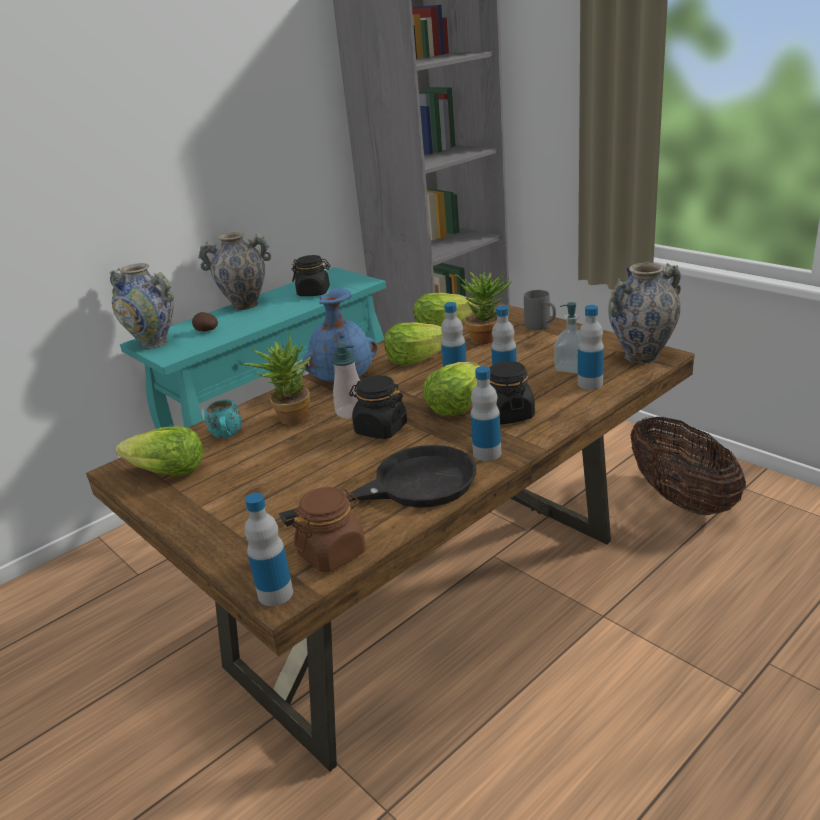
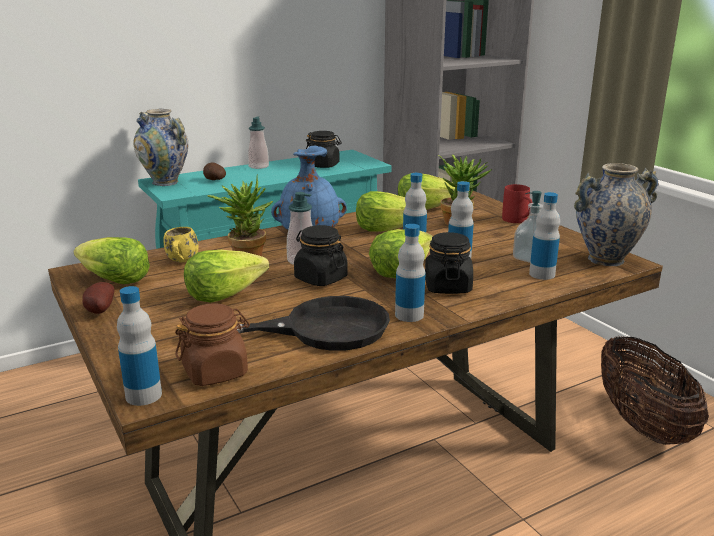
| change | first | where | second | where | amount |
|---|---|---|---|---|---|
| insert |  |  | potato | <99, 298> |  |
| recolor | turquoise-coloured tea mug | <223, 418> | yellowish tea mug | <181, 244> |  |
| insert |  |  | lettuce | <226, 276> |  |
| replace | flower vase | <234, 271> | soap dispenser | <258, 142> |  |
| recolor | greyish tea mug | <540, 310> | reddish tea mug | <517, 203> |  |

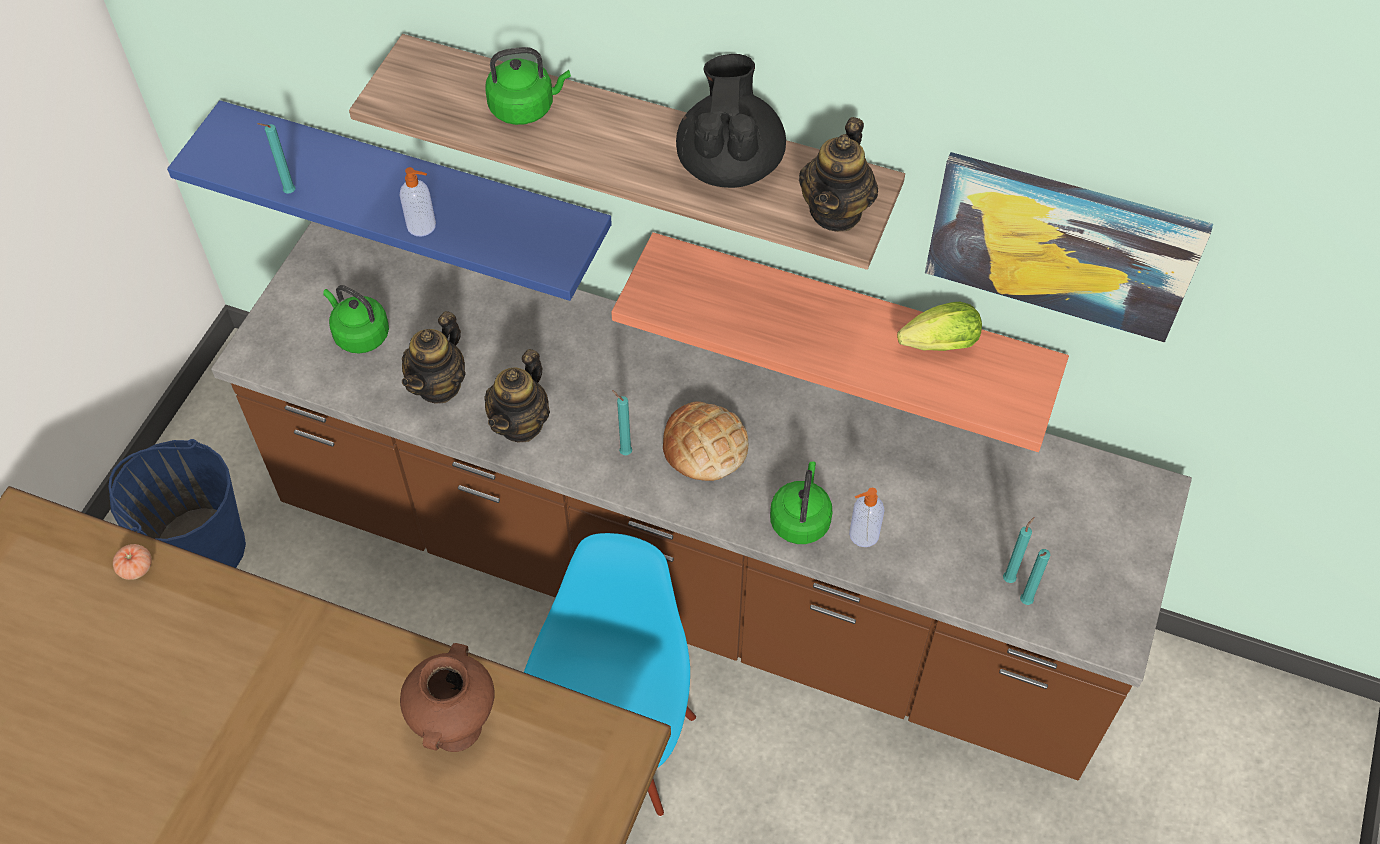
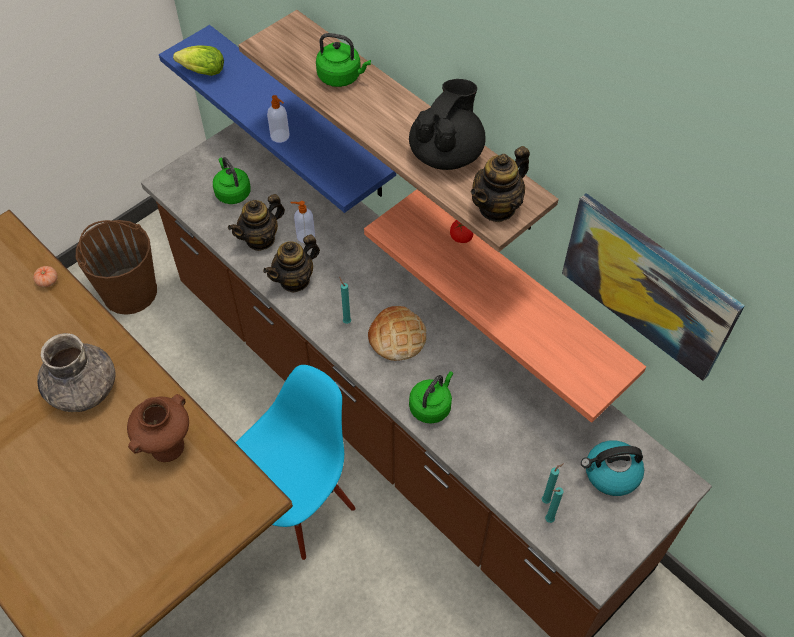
| change | first | where | second | where | amount |
|---|---|---|---|---|---|
| insert |  |  | greyish flower vase | <76, 372> |  |
| recolor | blue-coloured pail | <177, 503> | brown-coloured pail | <116, 267> |  |
| move | lettuce | <939, 326> |  | <198, 60> |  |
| move | soap dispenser | <867, 517> |  | <303, 222> |  |
| insert |  |  | fresh tomato | <461, 231> |  |
| insert |  |  | tea kettle | <612, 468> |  |
| delete | turquoise-coloured wax light | <276, 158> |  |  |  |

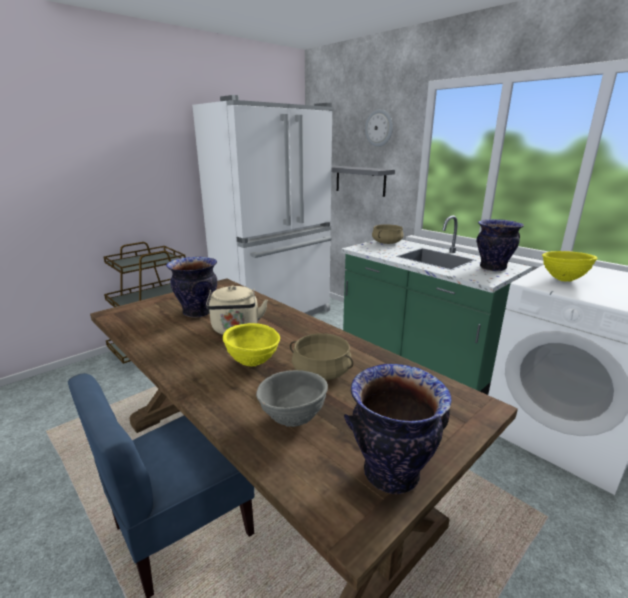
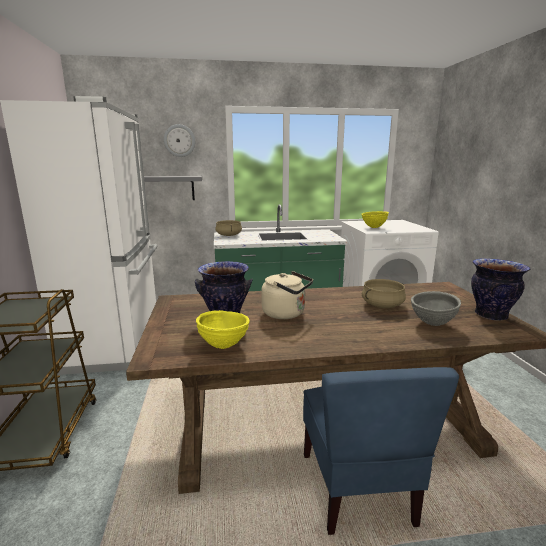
| change | first | where | second | where | amount |
|---|---|---|---|---|---|
| move | yellowish bowl | <251, 344> |  | <223, 329> |  |
| delete | flower vase | <500, 245> |  |  |  |

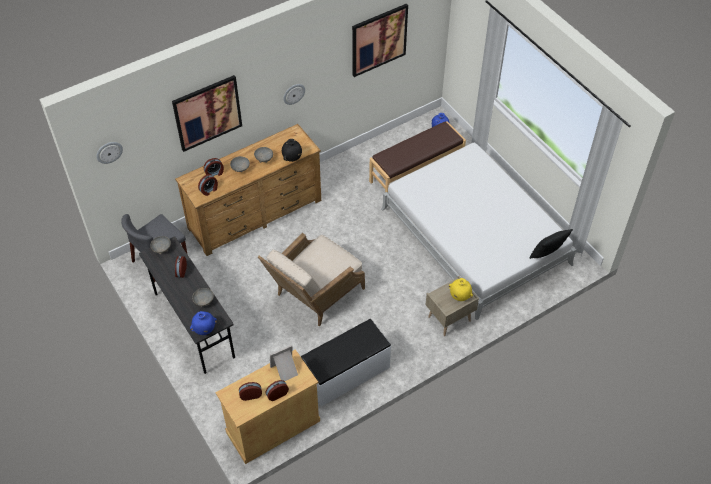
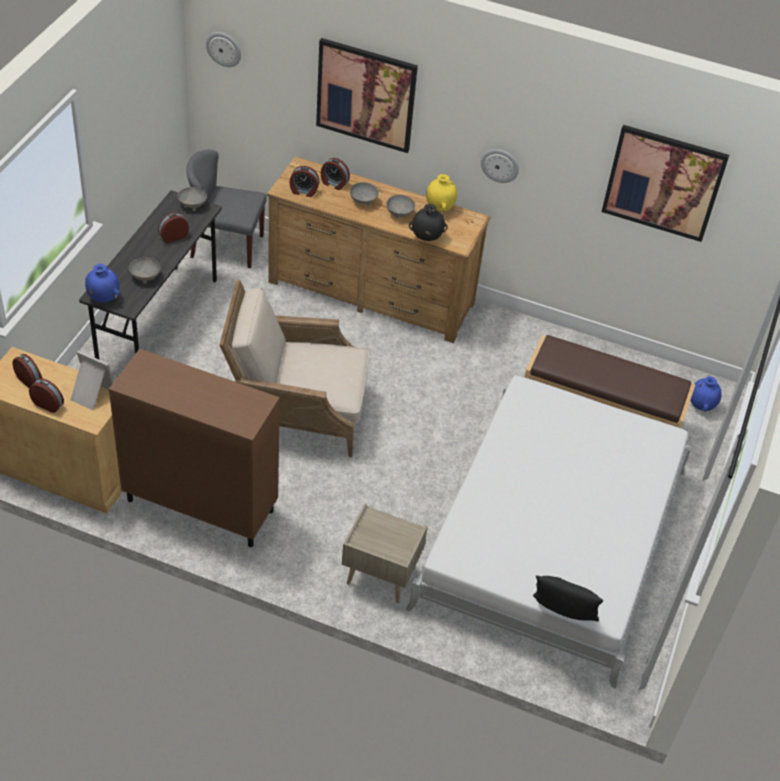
| change | first | where | second | where | amount |
|---|---|---|---|---|---|
| replace | whitish bench | <346, 363> | brown-coloured storage cabinet | <194, 448> |  |
| move | yellowish flower vase | <461, 289> |  | <441, 192> |  |

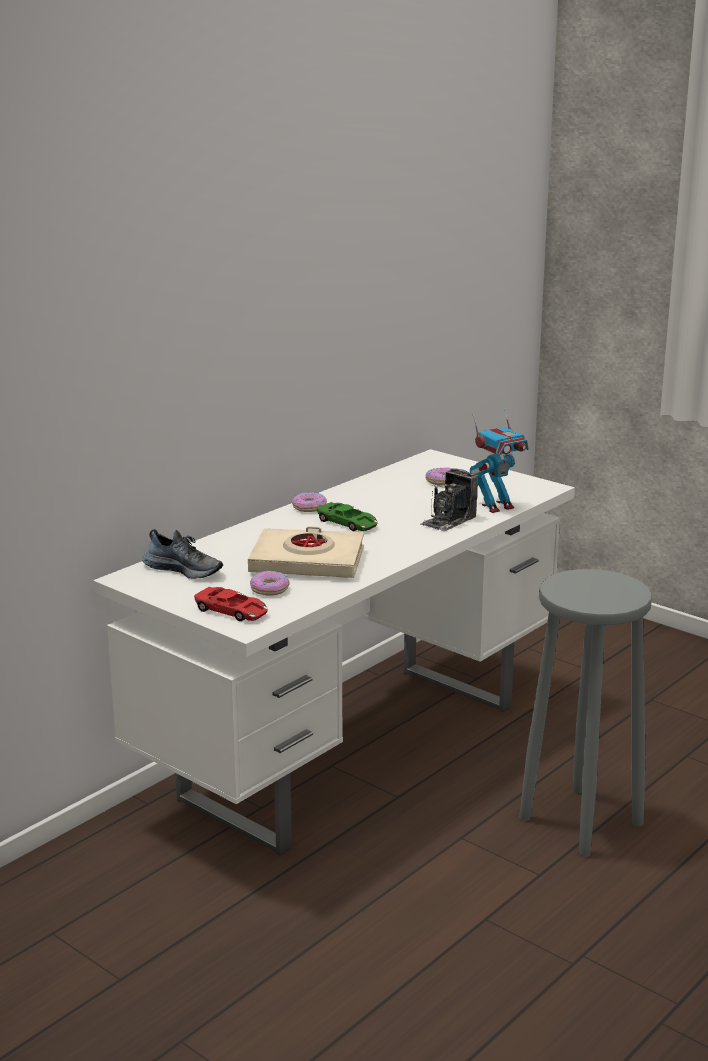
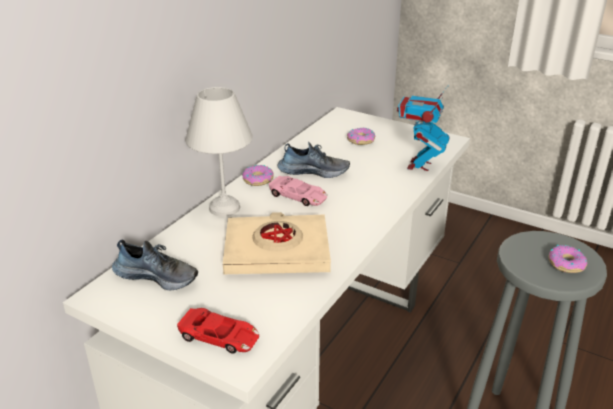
| change | first | where | second | where | amount |
|---|---|---|---|---|---|
| insert |  |  | whitish lamp for a table | <219, 152> |  |
| recolor | greenish model car | <347, 516> | pink-coloured model car | <298, 191> |  |
| insert |  |  | low shoe | <314, 160> |  |
| rotate | robot figure | <499, 460> |  | <423, 128> | 150 degrees clockwise |
| move | ring doughnut | <270, 582> |  | <568, 259> |  |
| delete | photo camera | <449, 499> |  |  |  |

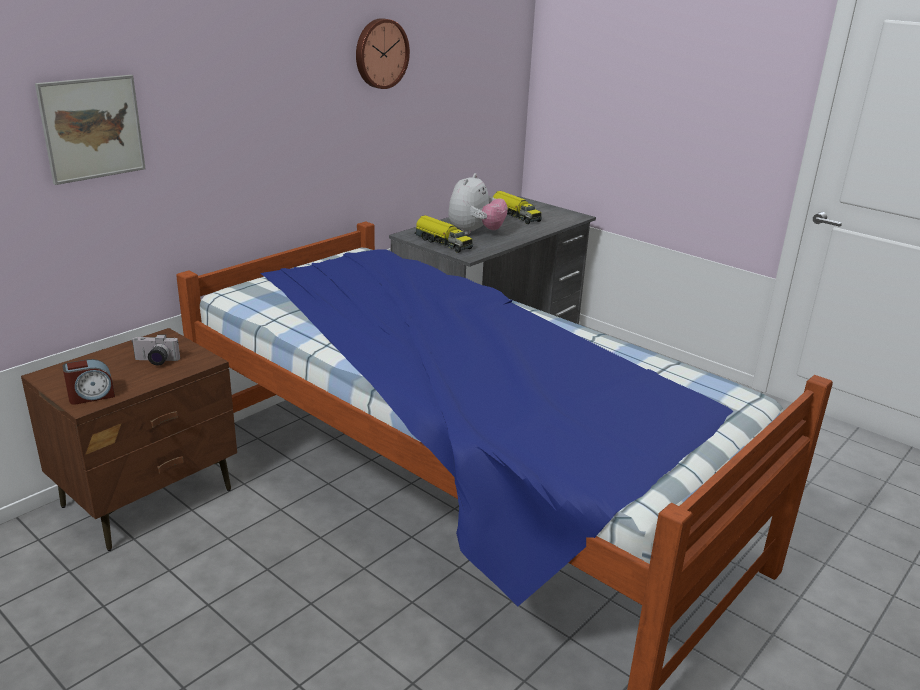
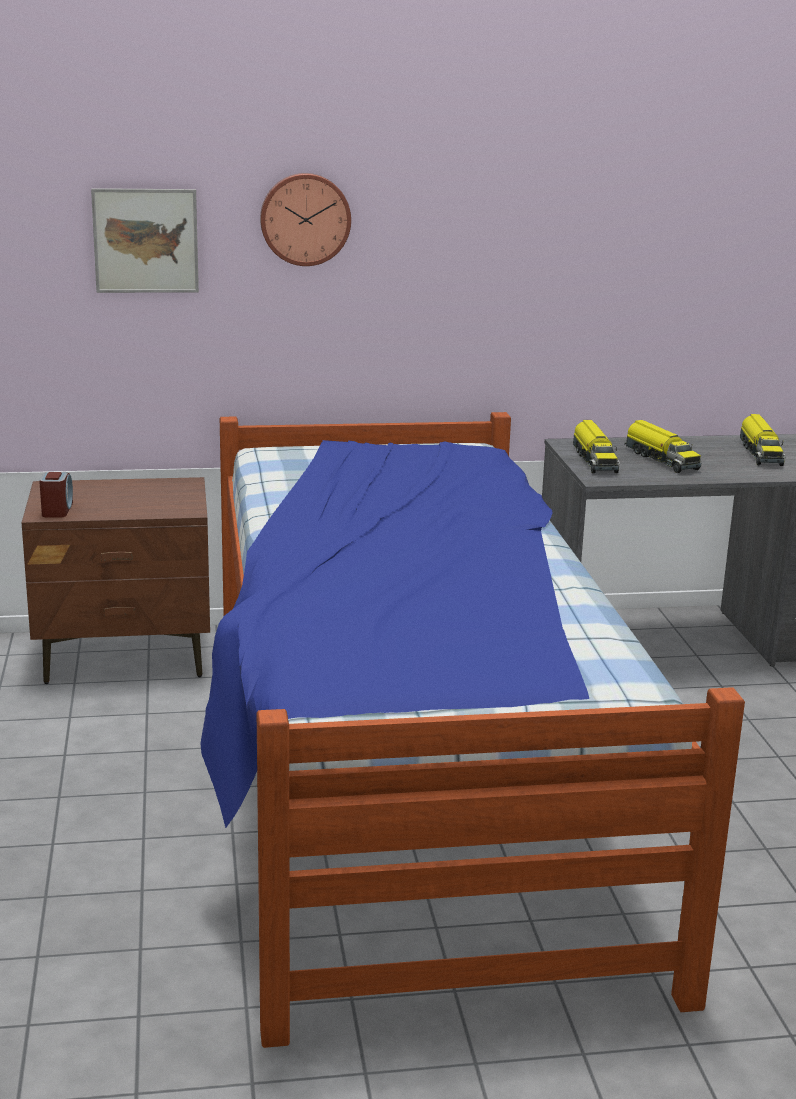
| change | first | where | second | where | amount |
|---|---|---|---|---|---|
| rotate | bedside clock | <88, 382> |  | <56, 495> | 105 degrees counterclockwise |
| move | wall clock | <383, 53> |  | <305, 219> |  |
| replace | soft toy | <478, 204> | toy lorry | <663, 446> |  |
| delete | photo camera | <156, 349> |  |  |  |

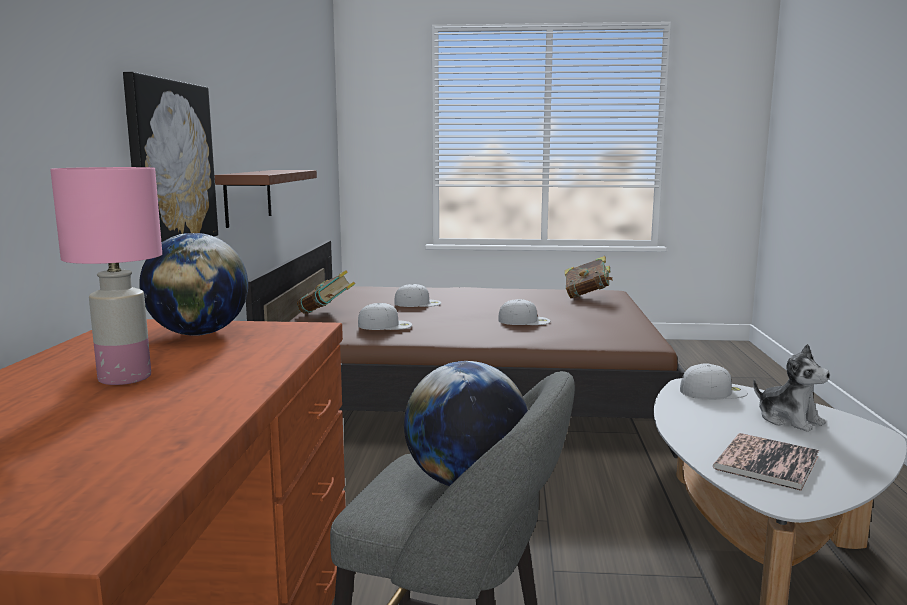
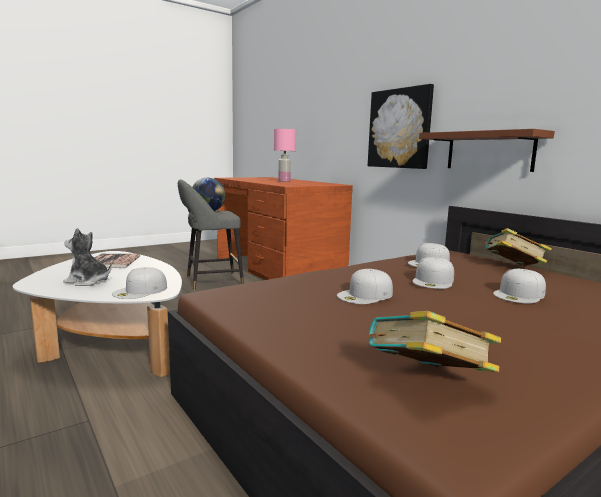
| change | first | where | second | where | amount |
|---|---|---|---|---|---|
| insert |  |  | whitish peaked cap | <433, 273> |  |
| delete | desk globe | <193, 284> |  |  |  |

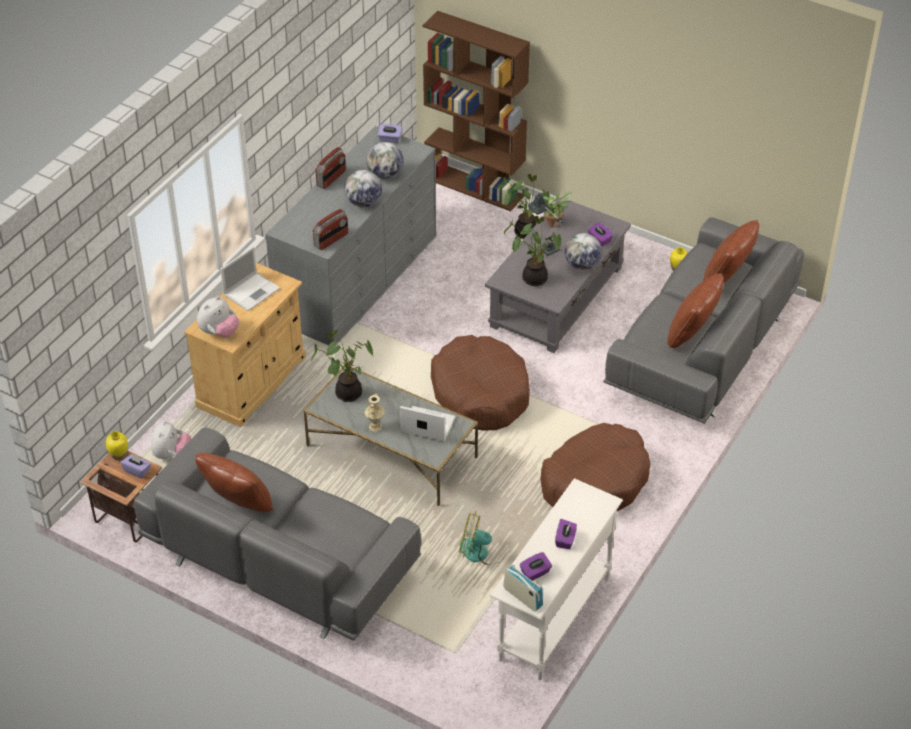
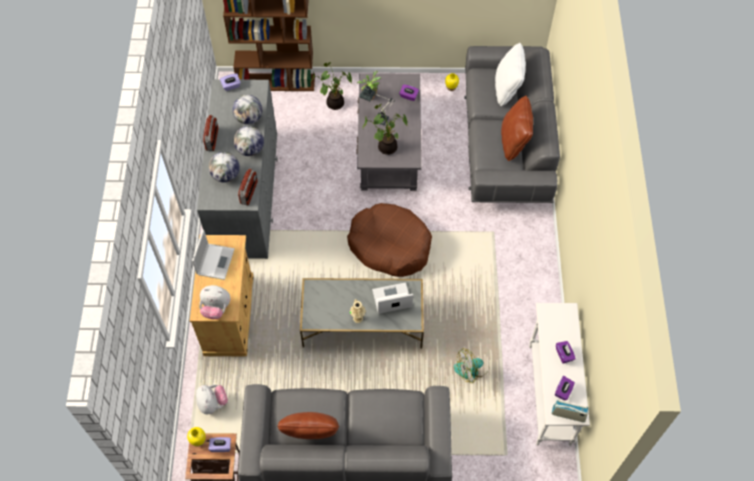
| change | first | where | second | where | amount |
|---|---|---|---|---|---|
| rotate | soft toy | <218, 317> |  | <215, 302> | 90 degrees clockwise |
| move | desk globe | <583, 251> |  | <224, 167> |  |
| recolor | brown-coloured throw pillow | <731, 252> | whitish throw pillow | <510, 74> |  |
| delete | houseplant | <342, 366> |  |  |  |
| delete | brown-coloured dog cushion | <595, 467> |  |  |  |

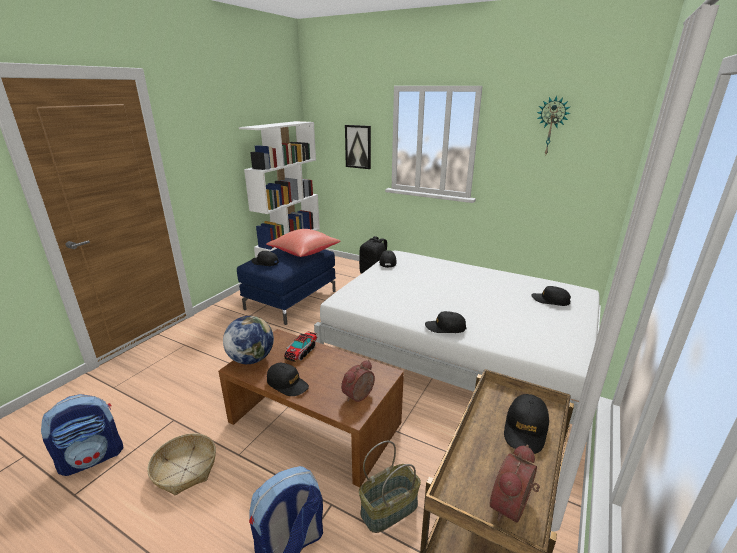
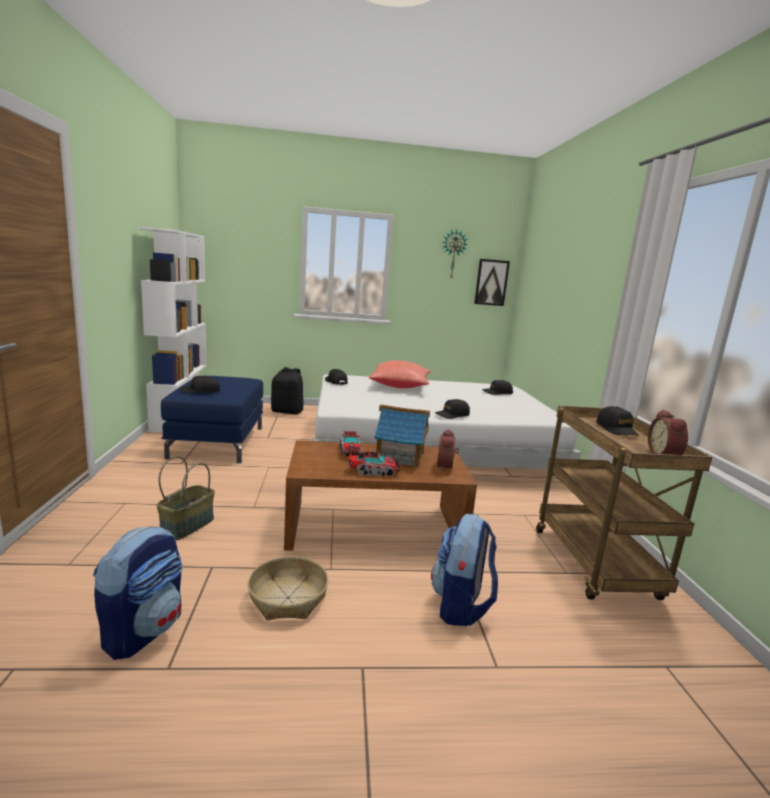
| change | first | where | second | where | amount |
|---|---|---|---|---|---|
| move | storage basket | <390, 487> |  | <186, 498> |  |
| replace | black-coloured peaked cap | <288, 379> | toy lorry | <375, 463> |  |
| move | reddish throw pillow | <303, 243> |  | <399, 374> |  |
| insert |  |  | model house | <401, 436> |  |
| move | picture | <358, 147> |  | <492, 282> |  |
| delete | desk globe | <248, 340> |  |  |  |

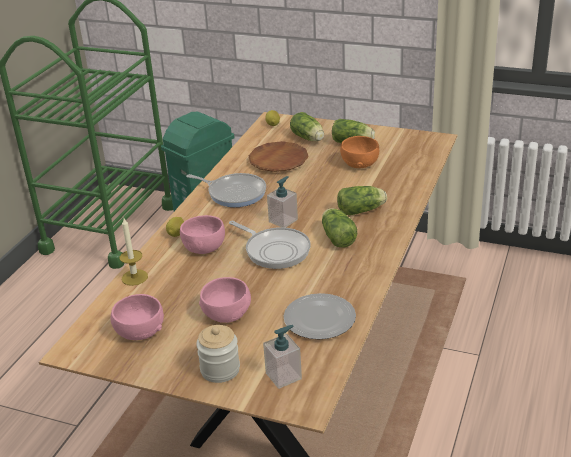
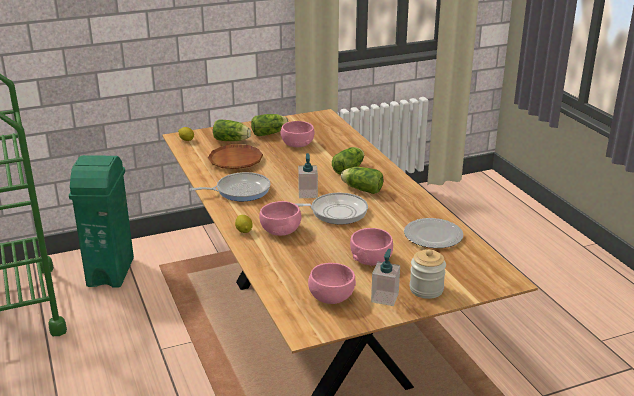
| change | first | where | second | where | amount |
|---|---|---|---|---|---|
| recolor | orangey bowl | <359, 152> | pink-coloured bowl | <298, 134> |  |
| move | soap dispenser | <282, 357> |  | <385, 277> |  |
| delete | wax light | <134, 252> |  |  |  |

